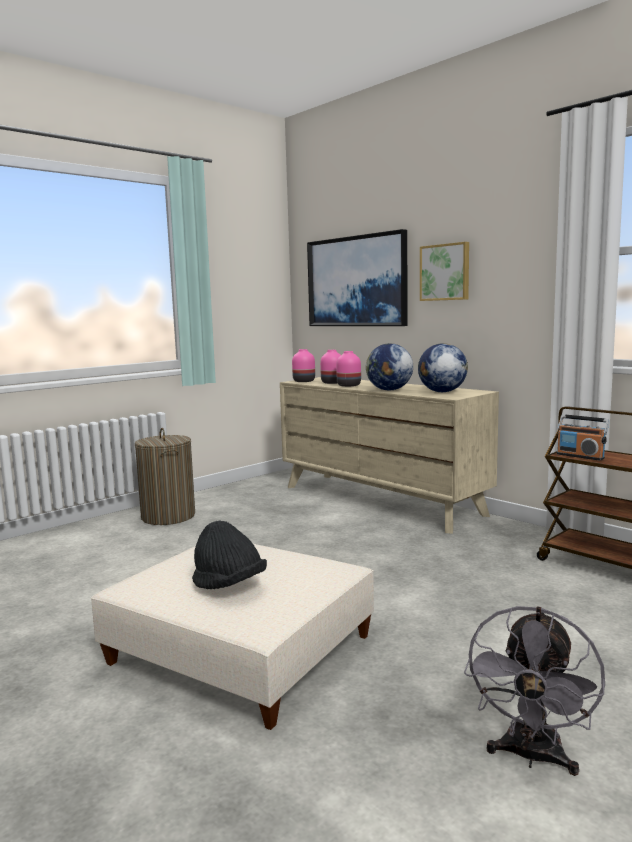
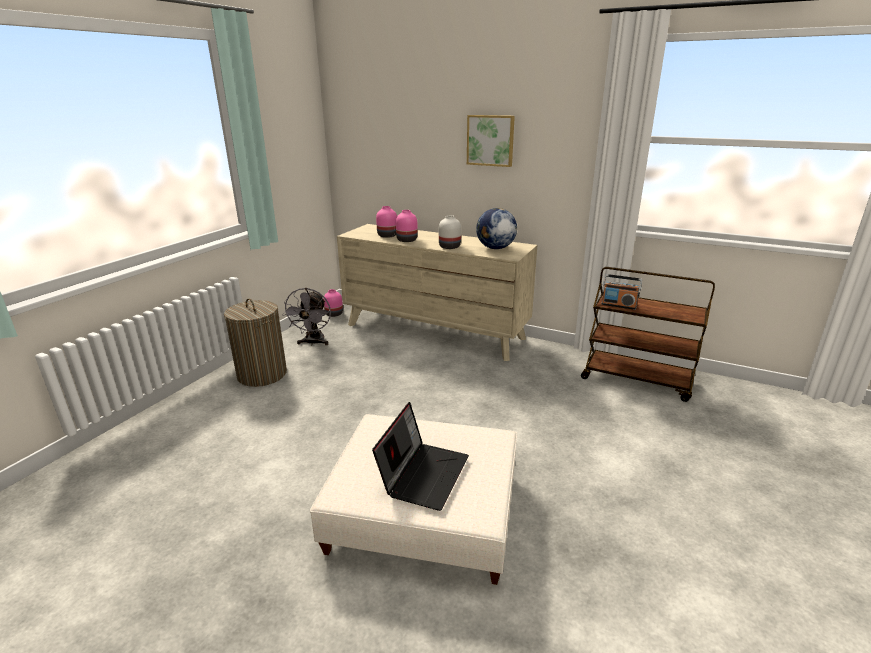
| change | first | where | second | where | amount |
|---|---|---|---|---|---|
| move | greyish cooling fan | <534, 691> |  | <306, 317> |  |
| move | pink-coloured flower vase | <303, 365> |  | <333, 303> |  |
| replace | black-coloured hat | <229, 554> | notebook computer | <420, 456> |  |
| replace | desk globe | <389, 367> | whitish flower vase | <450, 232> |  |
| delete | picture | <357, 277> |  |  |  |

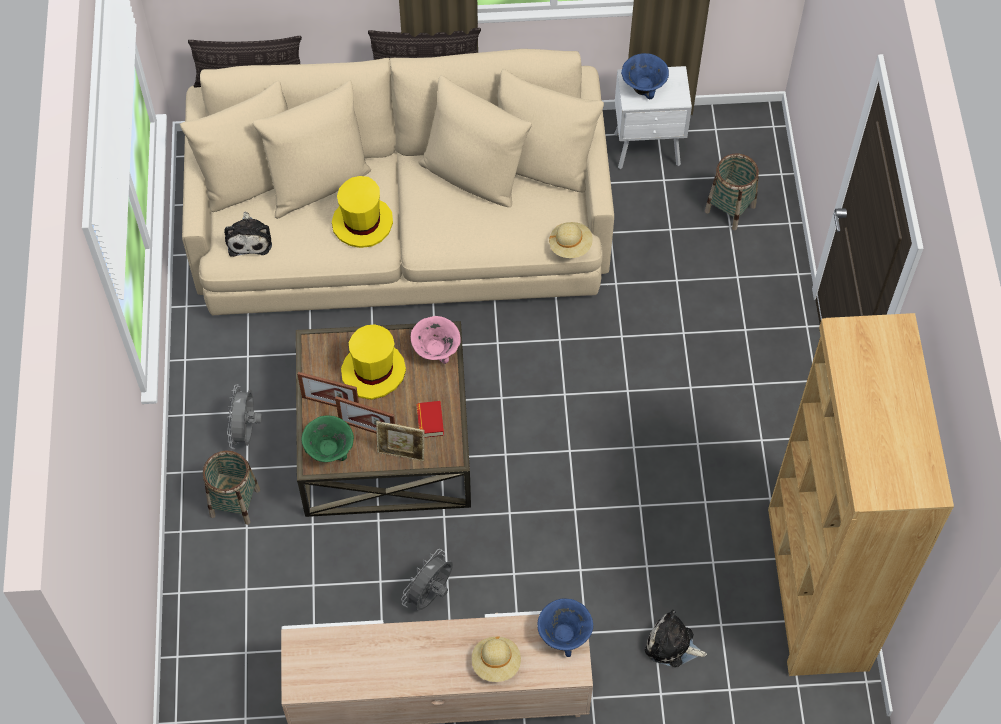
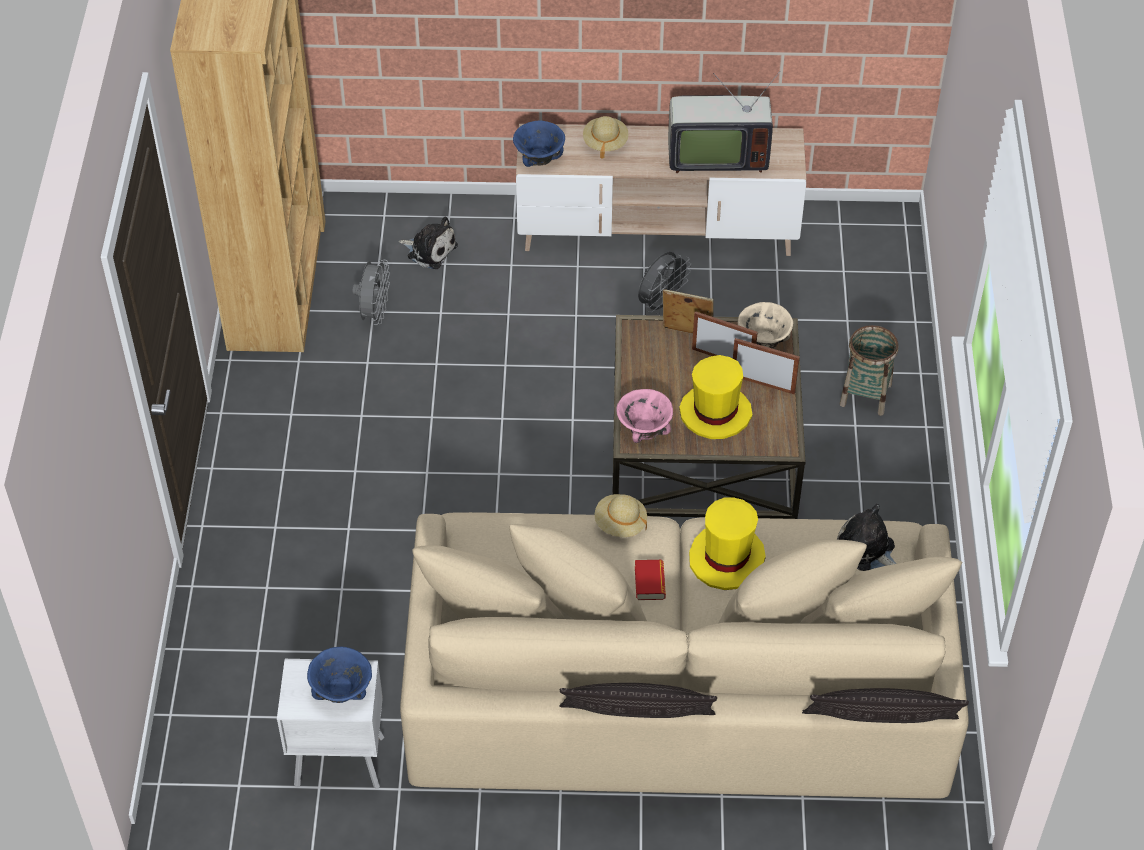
| change | first | where | second | where | amount |
|---|---|---|---|---|---|
| move | greyish cooling fan | <244, 417> |  | <371, 292> |  |
| move | sand-coloured hat | <571, 240> |  | <621, 515> |  |
| move | book | <430, 419> |  | <650, 580> |  |
| insert |  |  | television | <724, 122> |  |
| recolor | greenish bowl | <327, 438> | sand-coloured bowl | <765, 325> |  |
| rotate | soft toy | <248, 234> |  | <866, 537> | 45 degrees counterclockwise |
| delete | storage basket | <732, 192> |  |  |  |

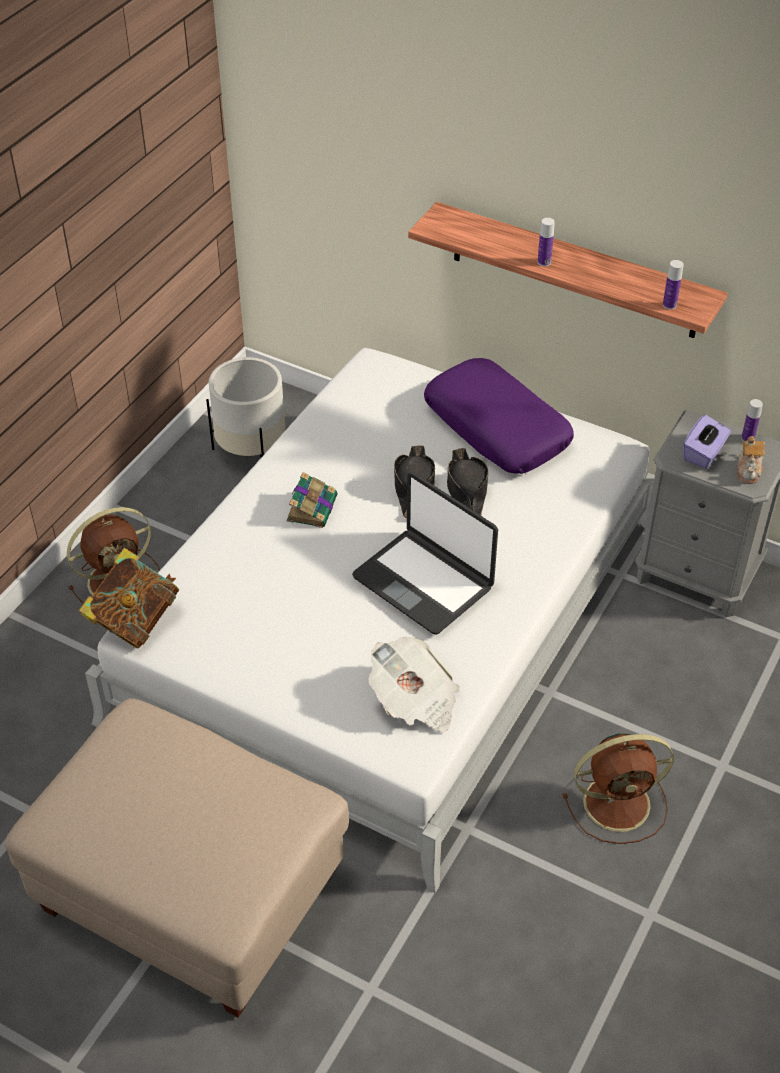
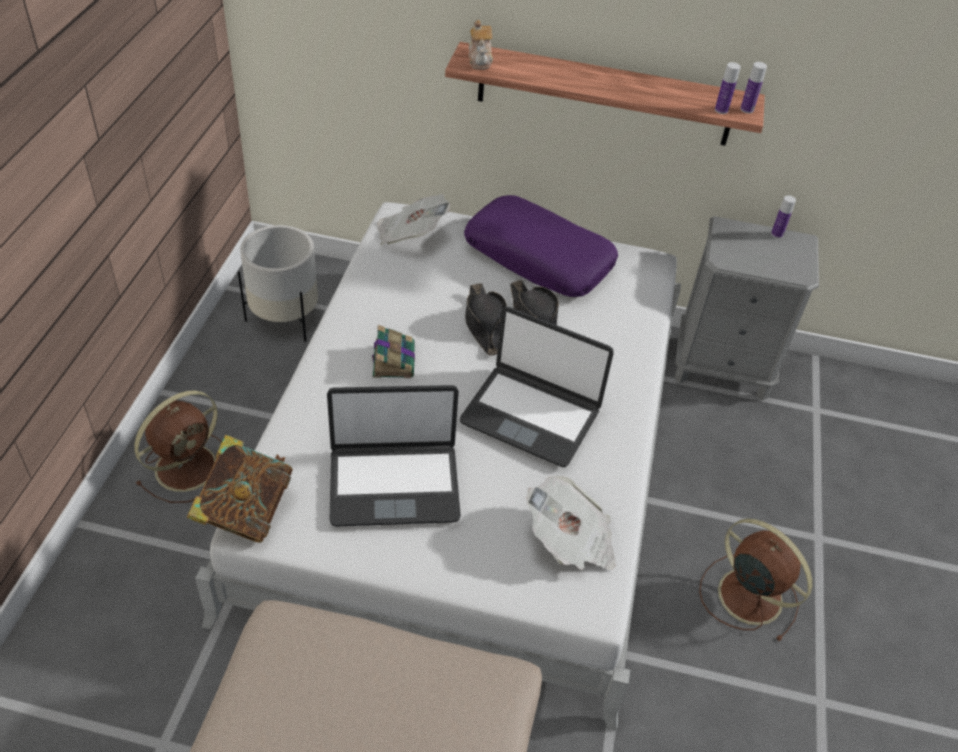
| change | first | where | second | where | amount |
|---|---|---|---|---|---|
| insert |  |  | notebook computer | <394, 456> |  |
| insert |  |  | newspaper | <414, 219> |  |
| move | tea pot | <751, 460> |  | <481, 45> |  |
| rotate | brown-coloured cooling fan | <618, 788> |  | <755, 580> | 105 degrees counterclockwise |
| move | beverage bottle | <546, 242> |  | <753, 87> |  |
| delete | purple-coloured tissue holder | <707, 442> |  |  |  |

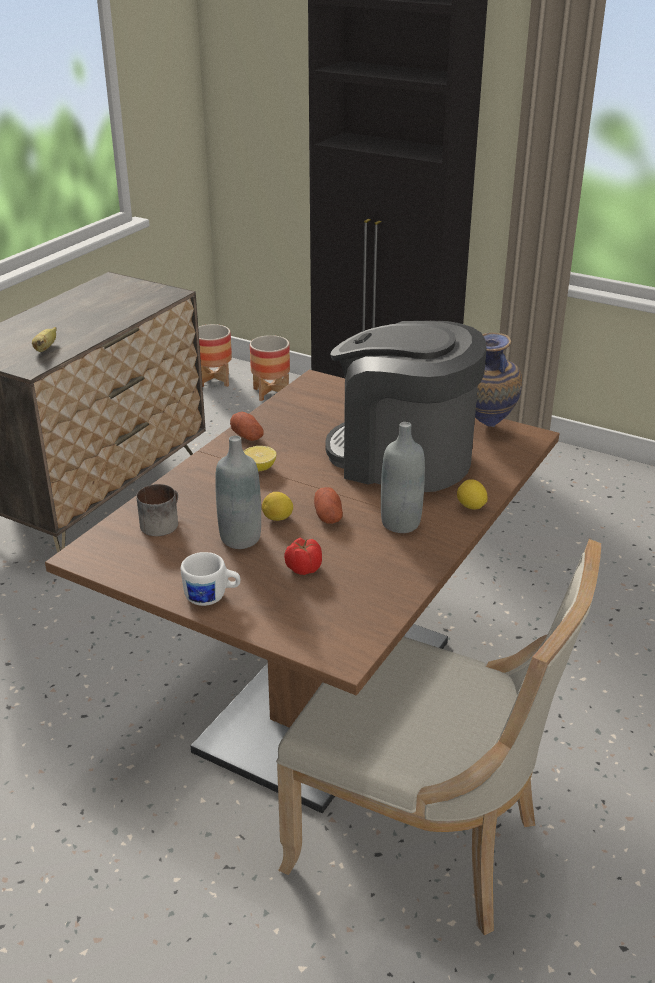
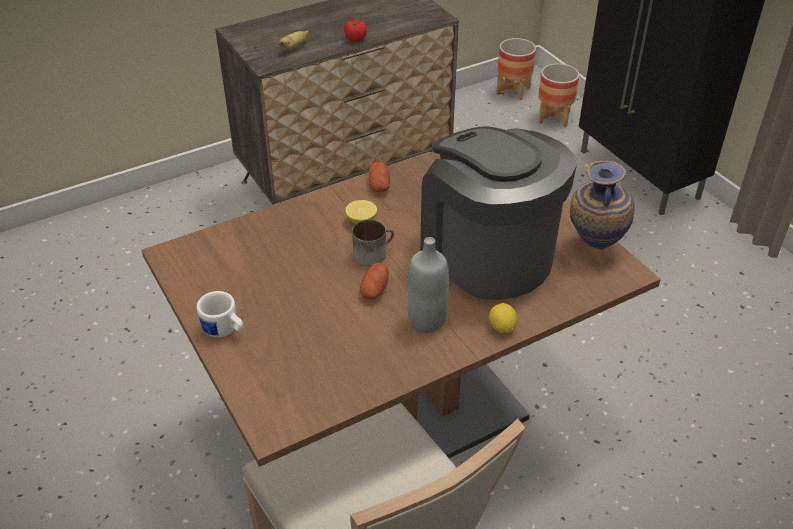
| change | first | where | second | where | amount |
|---|---|---|---|---|---|
| move | fresh tomato | <303, 556> |  | <355, 30> |  |
| move | tea mug | <157, 510> |  | <373, 243> |  |
| delete | greyish beverage bottle | <238, 492> |  |  |  |
| delete | lemon | <277, 506> |  |  |  |

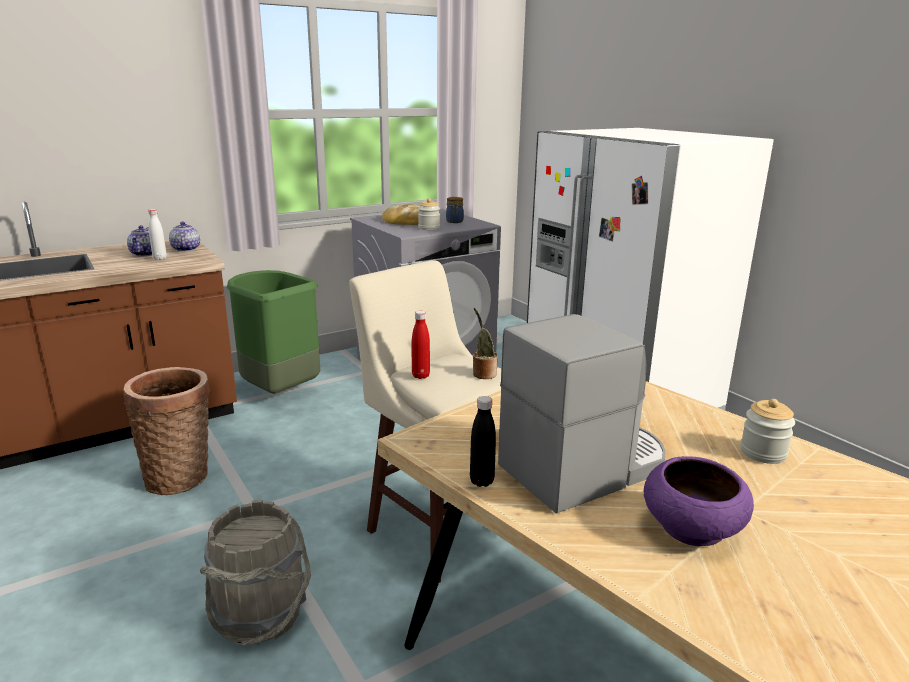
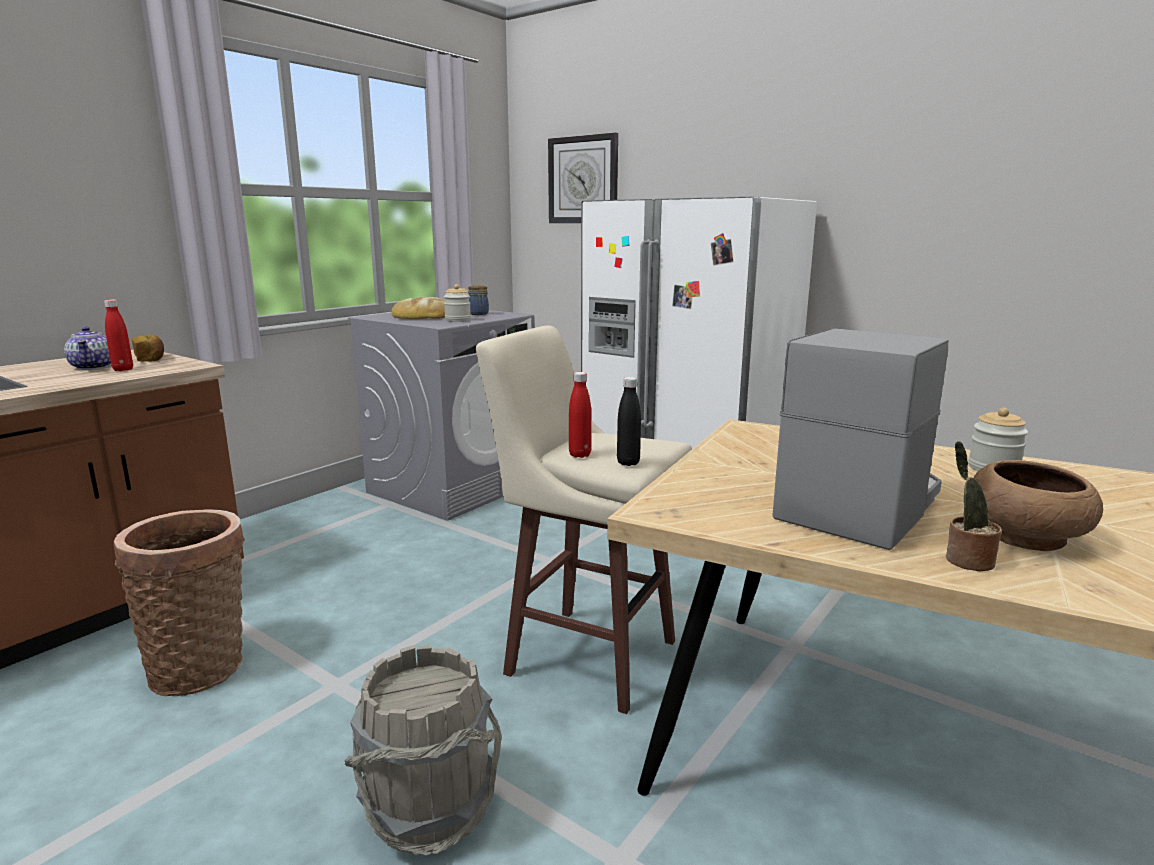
| change | first | where | second | where | amount |
|---|---|---|---|---|---|
| recolor | whitish beverage bottle | <157, 234> | reddish beverage bottle | <118, 335> |  |
| replace | tea pot | <184, 236> | bread | <148, 348> |  |
| insert |  |  | wall clock | <583, 178> |  |
| move | black-coloured beverage bottle | <483, 441> |  | <629, 421> |  |
| move | houseplant | <485, 343> |  | <974, 506> |  |
| recolor | purple-coloured bowl | <699, 501> | brown-coloured bowl | <1038, 505> |  |
| delete | greenish trash can | <273, 332> |  |  |  |

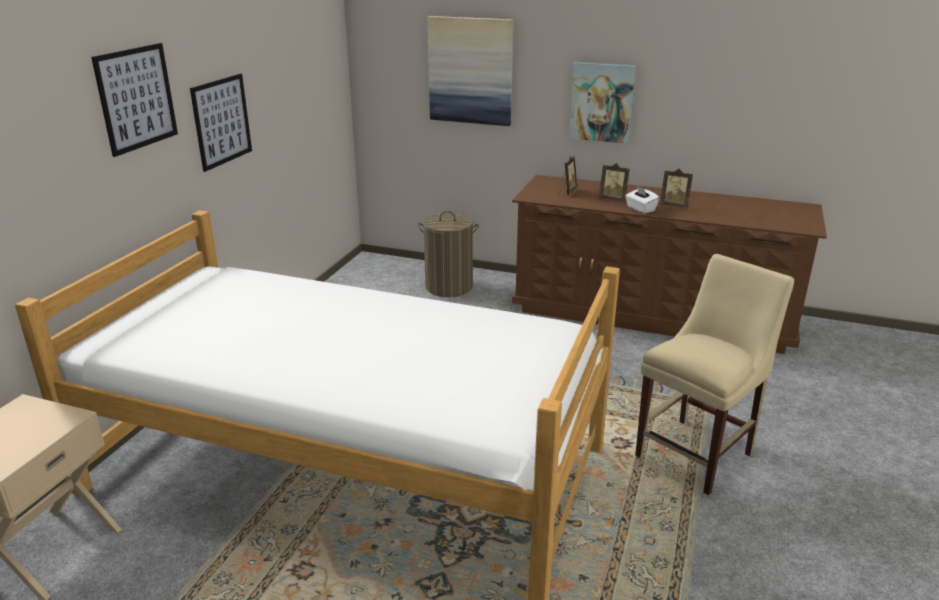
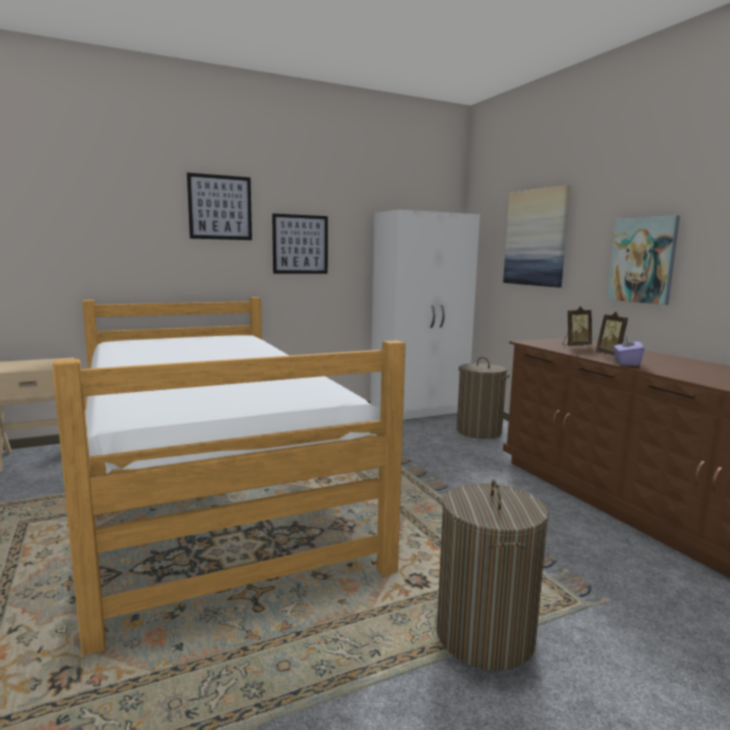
| change | first | where | second | where | amount |
|---|---|---|---|---|---|
| insert |  |  | whitish wardrobe | <425, 315> |  |
| replace | sand-coloured plain chair | <714, 374> | washing basket | <493, 575> |  |
| recolor | whitish tissue holder | <642, 200> | purple-coloured tissue holder | <629, 350> |  |
| delete | picture frame | <676, 188> |  |  |  |

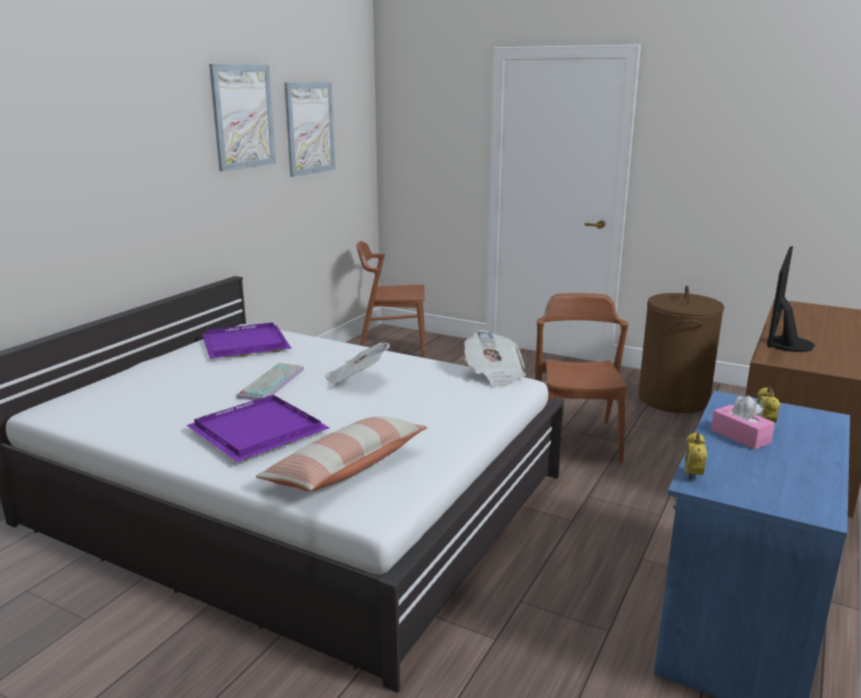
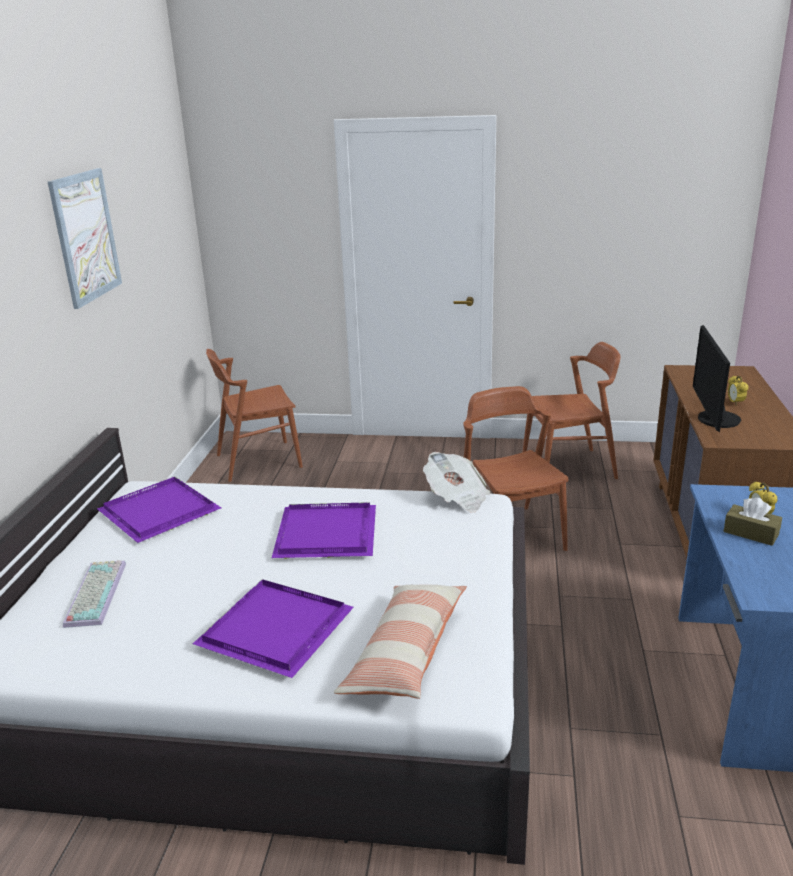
| change | first | where | second | where | amount |
|---|---|---|---|---|---|
| move | computer keyboard | <270, 381> |  | <94, 594> |  |
| replace | newspaper | <357, 364> | purple-coloured carrying tray | <324, 530> |  |
| replace | brown-coloured washing basket | <681, 349> | brown-coloured plain chair | <572, 410> |  |
| recolor | pink-coloured tissue holder | <743, 423> | brown-coloured tissue holder | <753, 521> |  |
| move | bedside clock | <696, 456> |  | <738, 391> |  |
| delete | picture | <309, 129> |  |  |  |

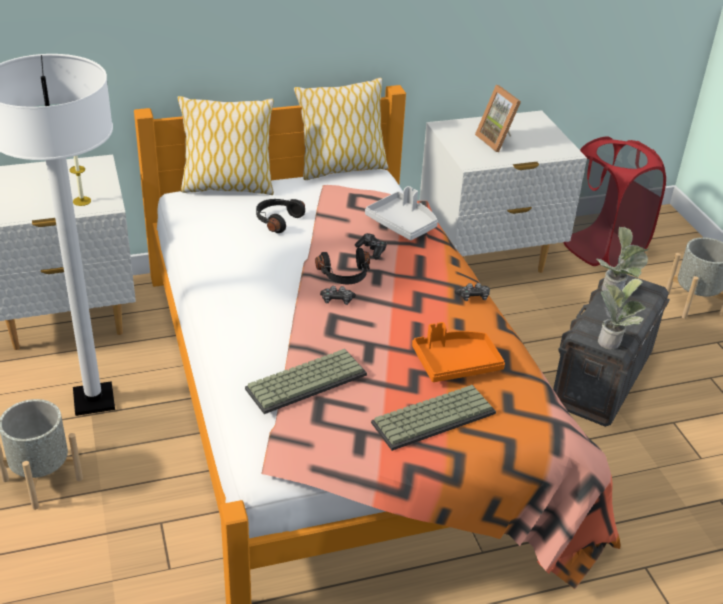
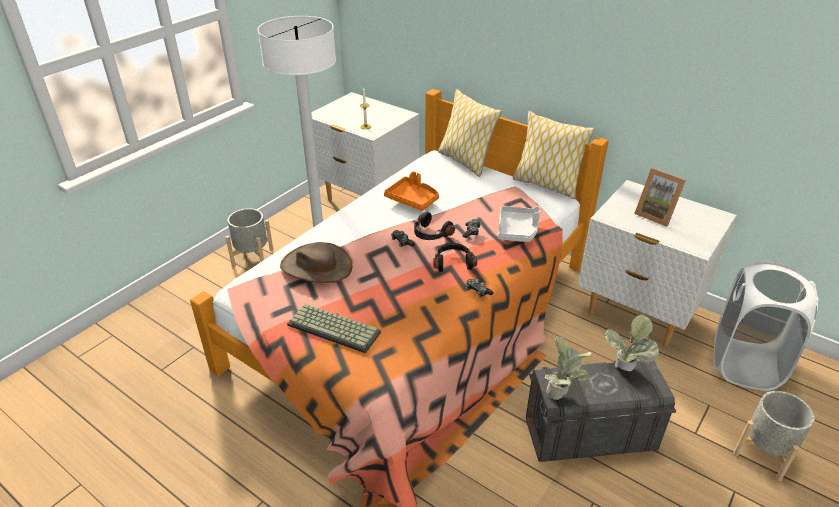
| change | first | where | second | where | amount |
|---|---|---|---|---|---|
| replace | computer keyboard | <306, 381> | brown-coloured hat | <316, 262> |  |
| move | orangey carrying tray | <458, 352> |  | <411, 191> |  |
| move | black-coloured headset | <280, 216> |  | <455, 257> |  |
| rotate | picture frame | <498, 118> |  | <660, 197> | 75 degrees counterclockwise |
| recolor | reddish washing basket | <614, 202> | whitish washing basket | <766, 326> |  |

